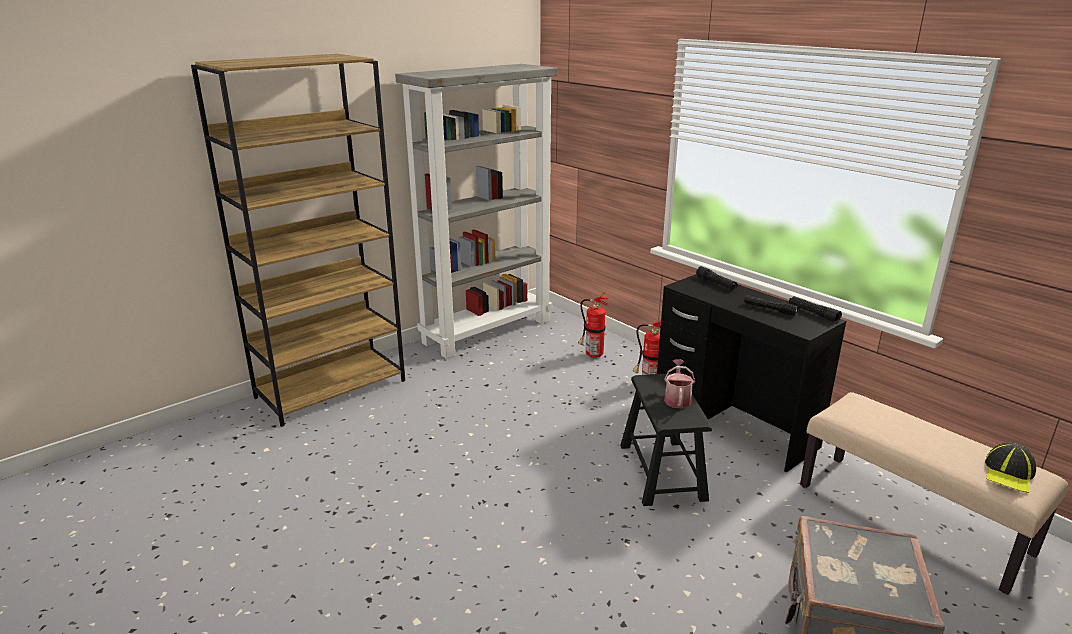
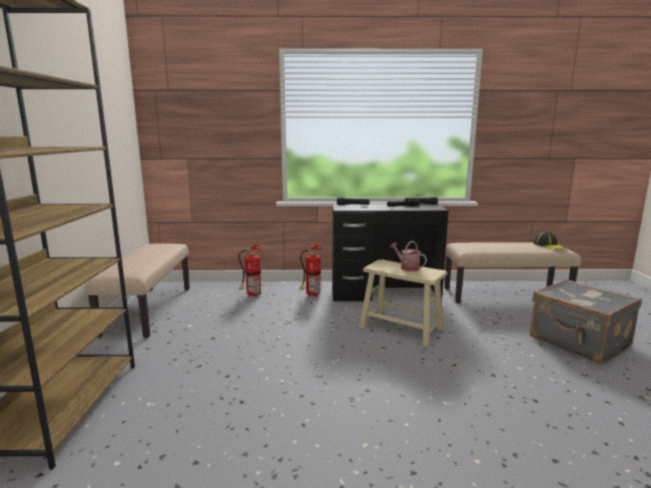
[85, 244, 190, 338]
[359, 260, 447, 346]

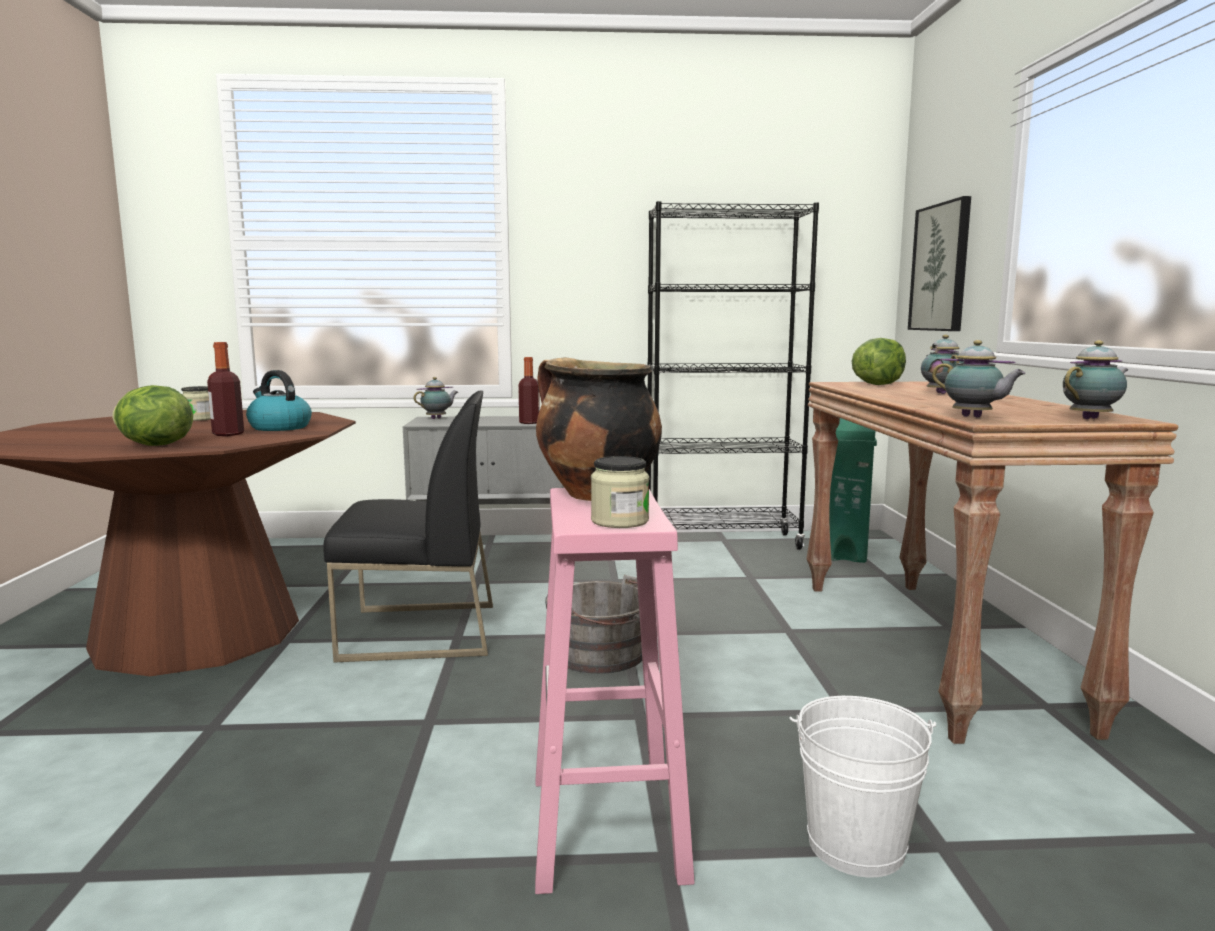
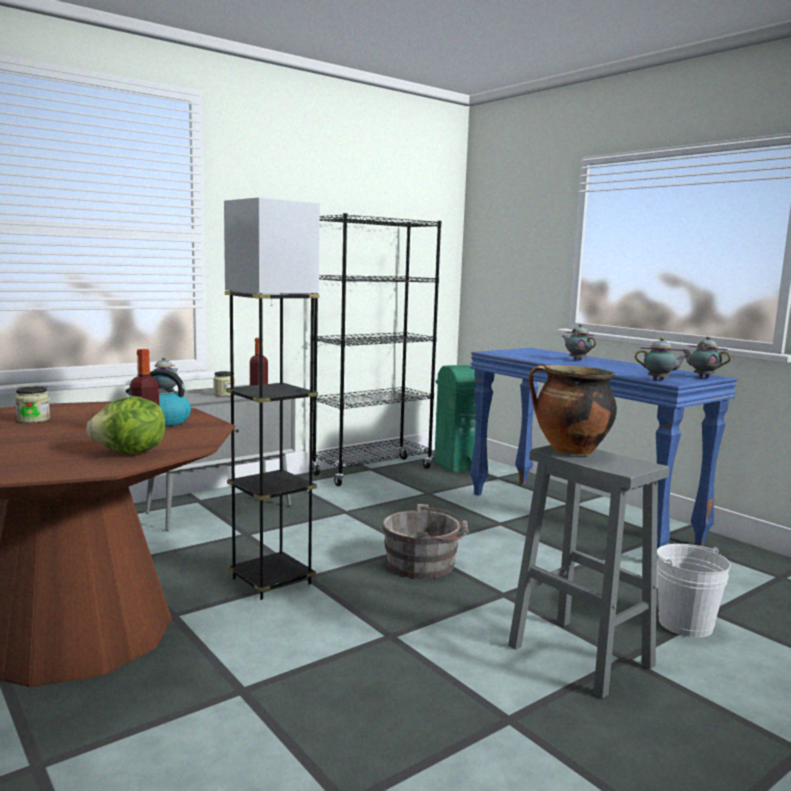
[224, 198, 320, 600]
[508, 445, 669, 698]
[213, 371, 235, 397]
[470, 348, 737, 560]
[852, 338, 906, 385] (first image)
[908, 196, 971, 331] (first image)
[682, 336, 731, 378]

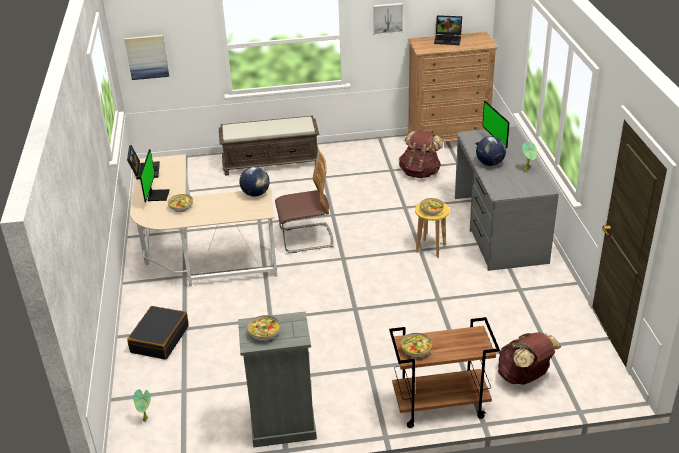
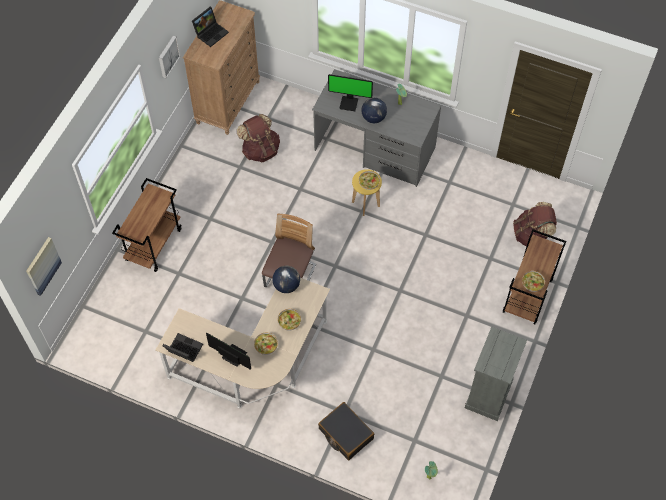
[112, 178, 182, 272]
[278, 309, 301, 331]

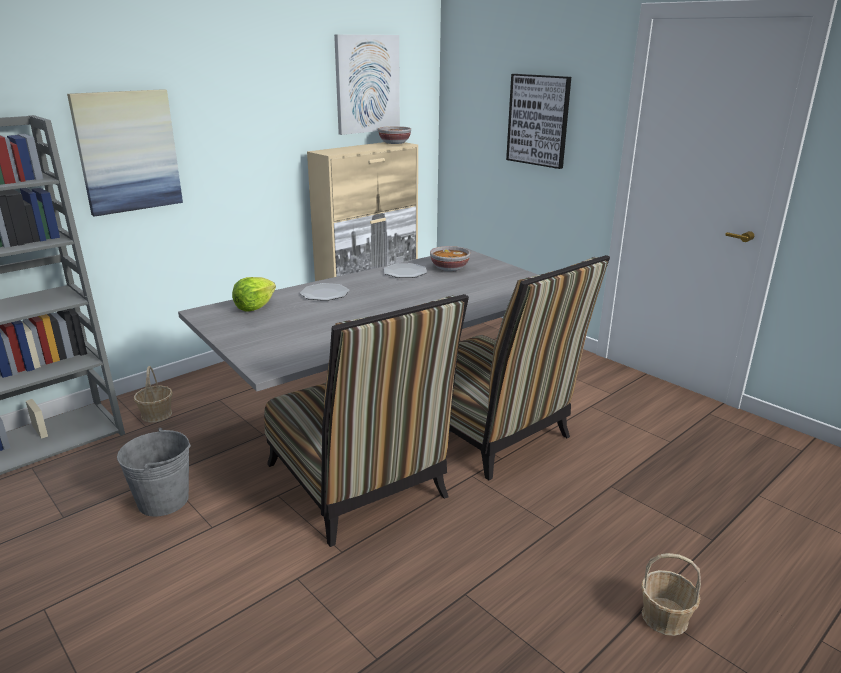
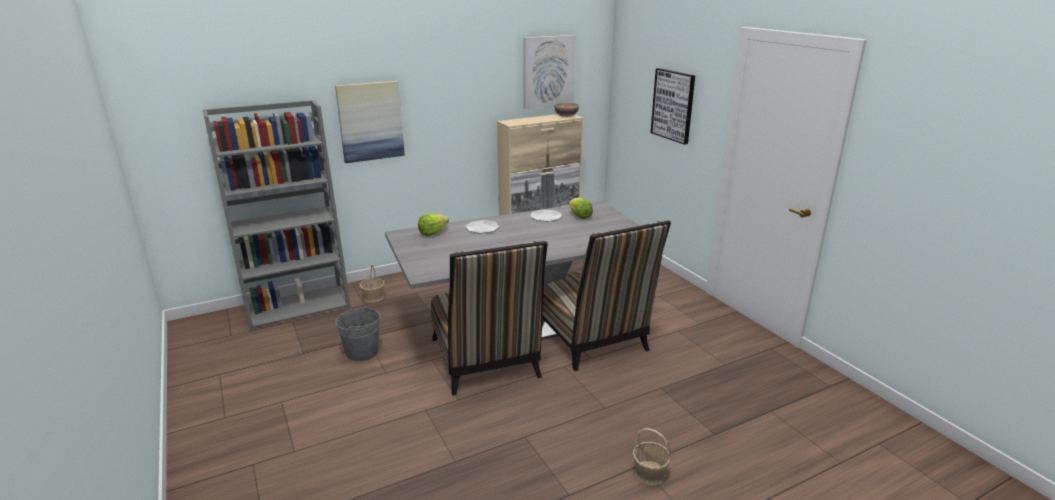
[569, 198, 593, 219]

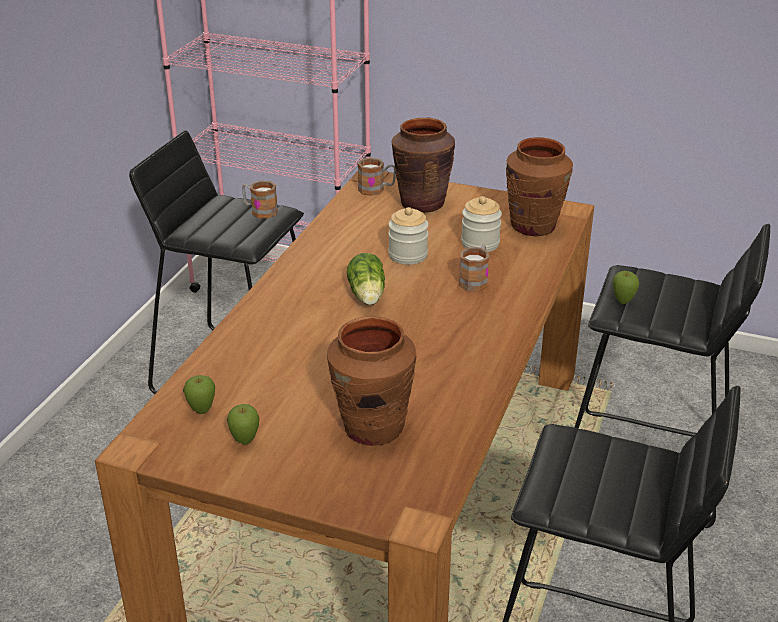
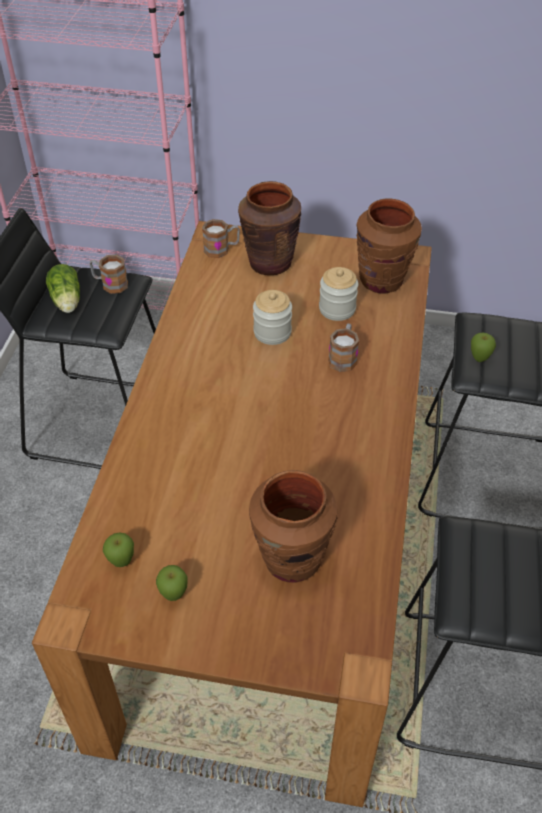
[46, 264, 80, 313]

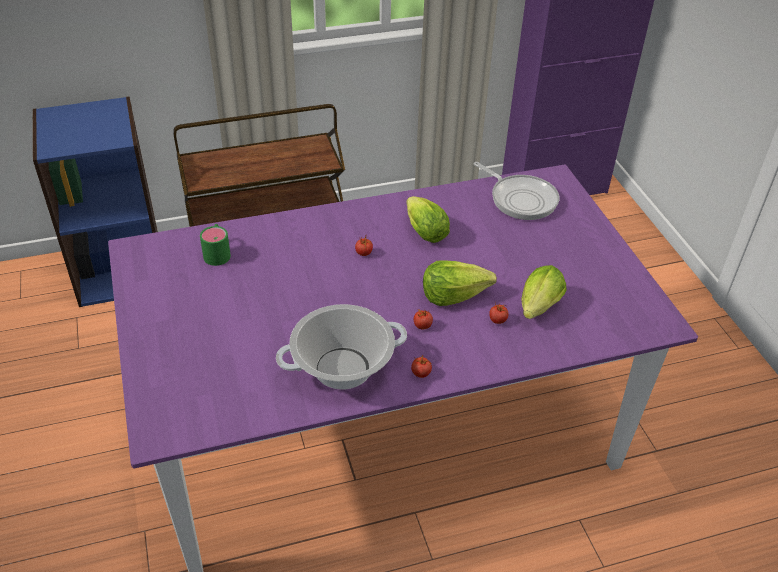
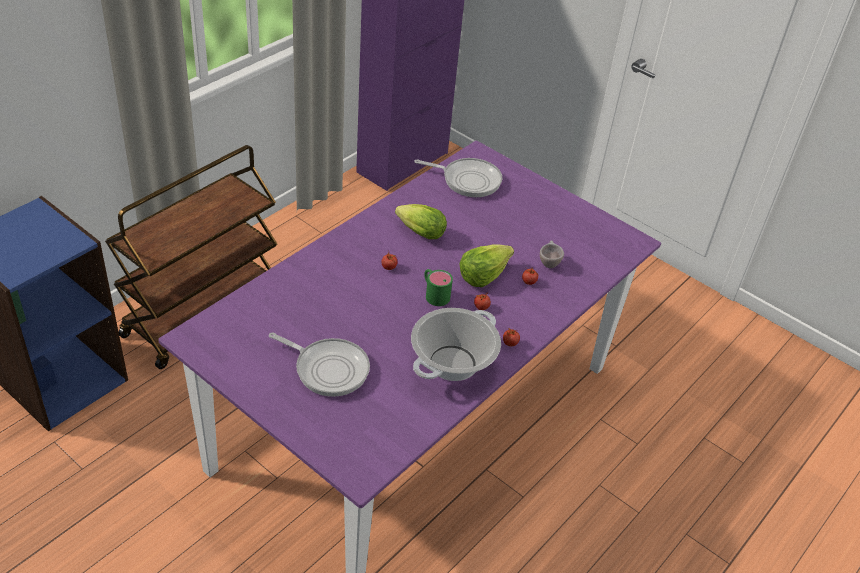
[424, 269, 453, 306]
[540, 240, 564, 268]
[269, 332, 370, 397]

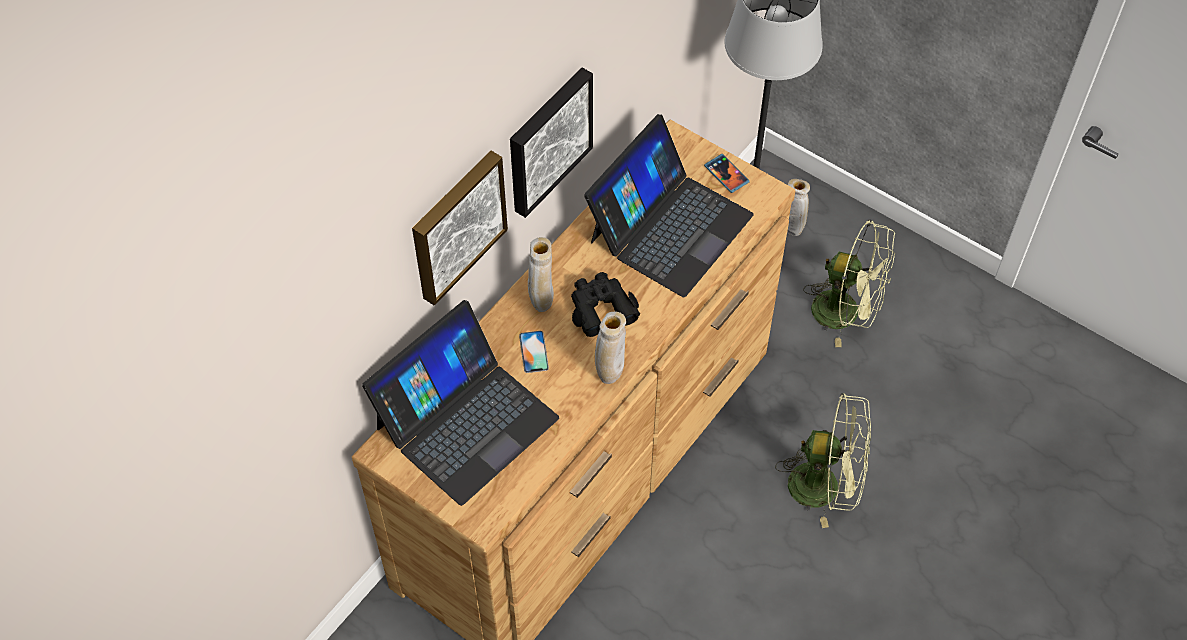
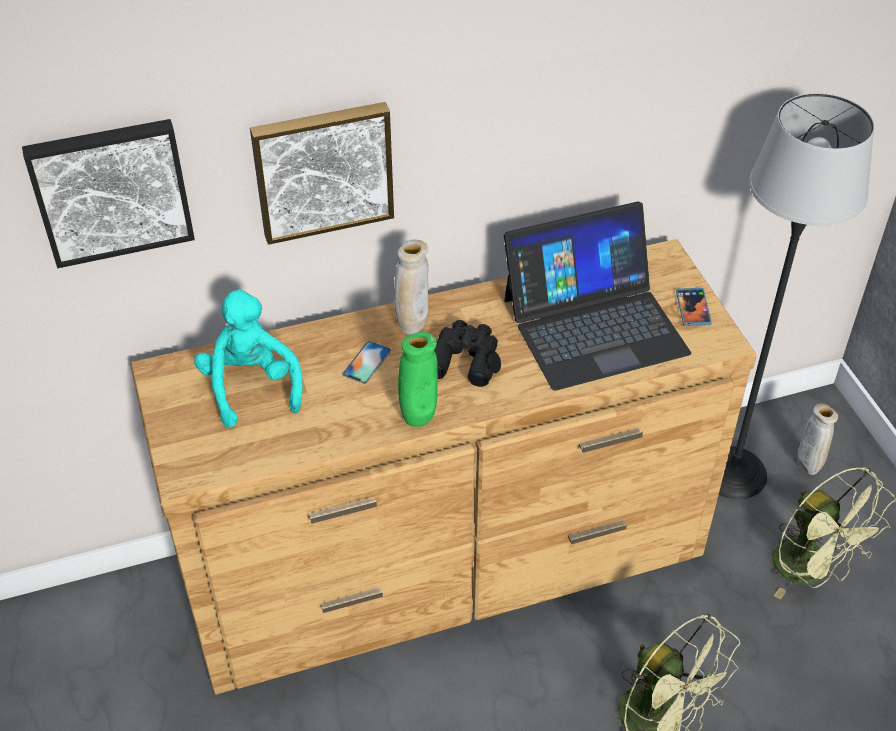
[194, 289, 303, 428]
[22, 119, 195, 268]
[398, 332, 438, 427]

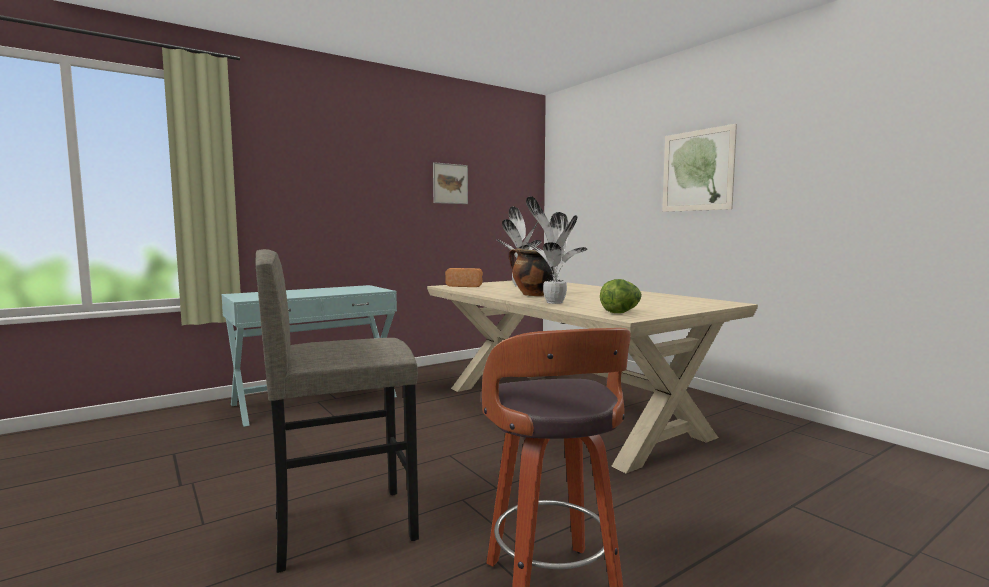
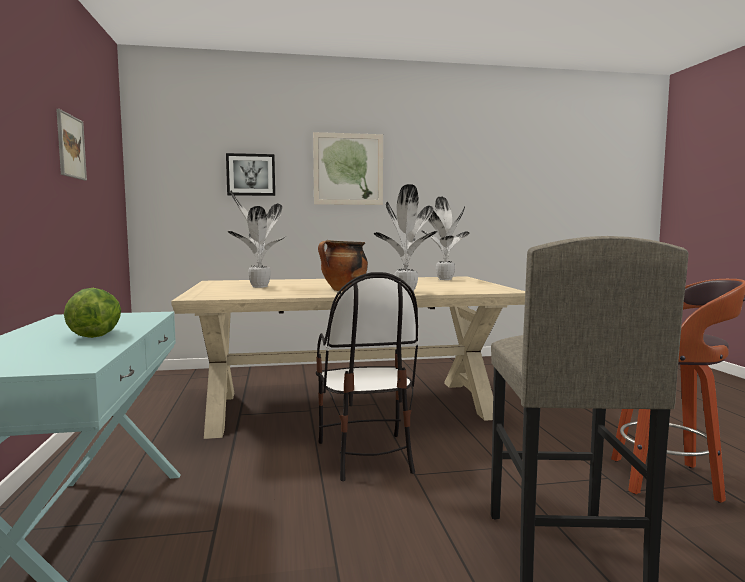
[445, 268, 483, 287] (first image)
[64, 288, 121, 338]
[226, 153, 275, 196]
[316, 272, 418, 481]
[421, 196, 469, 280]

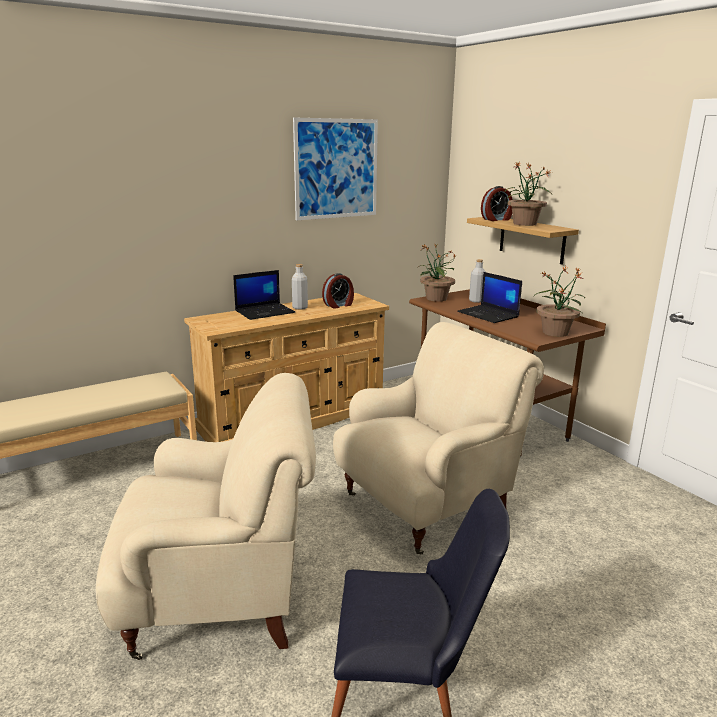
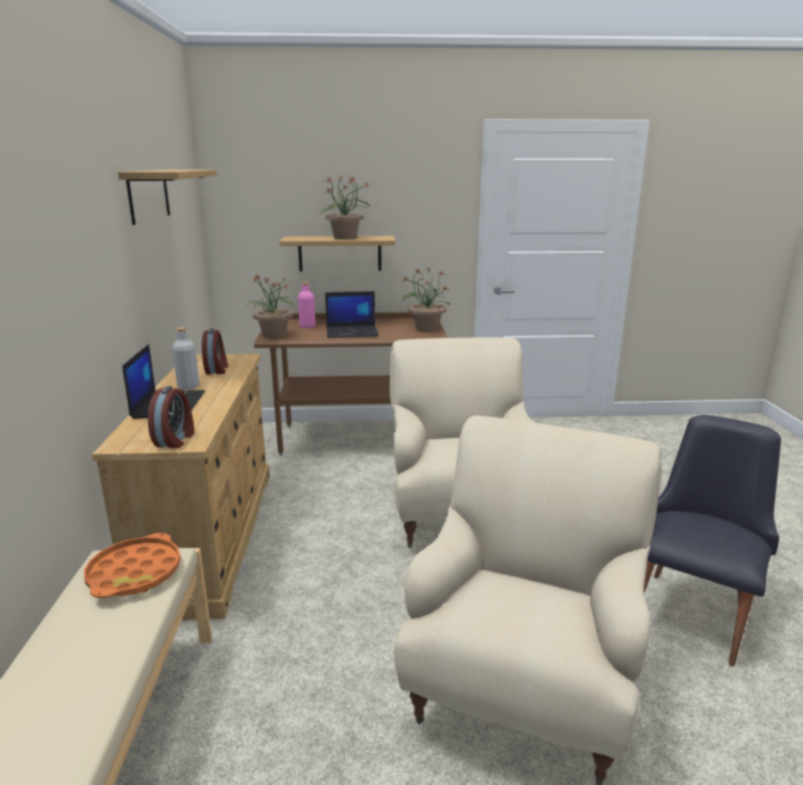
[118, 170, 217, 225]
[298, 282, 316, 328]
[148, 386, 194, 448]
[84, 533, 181, 598]

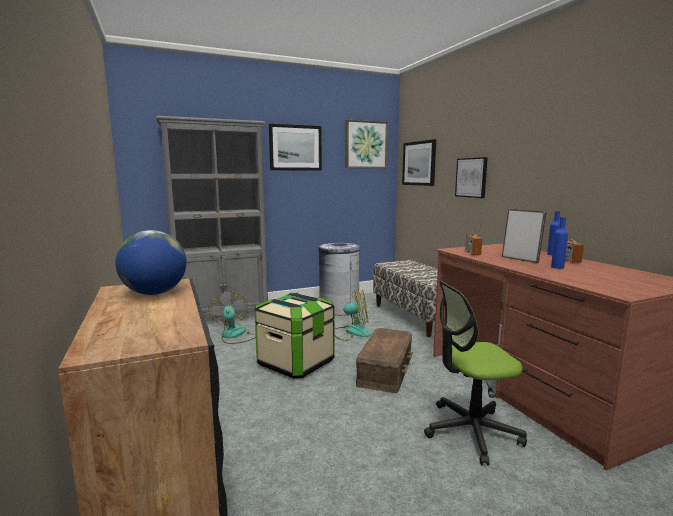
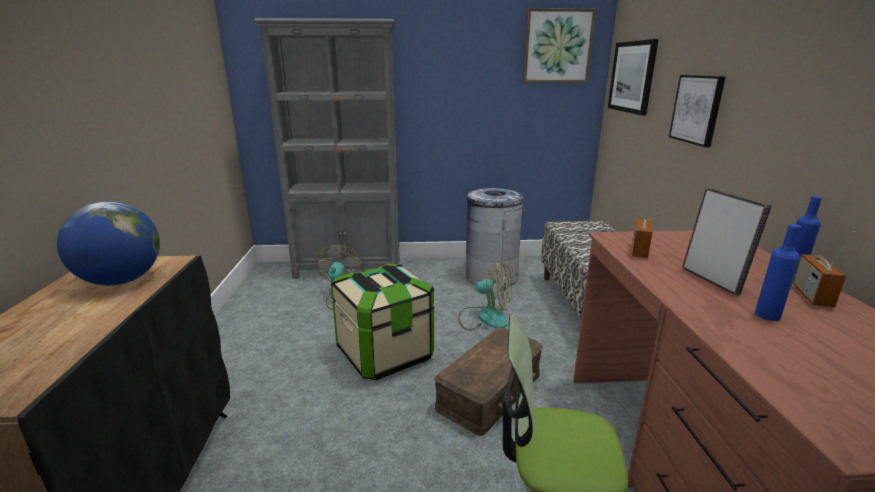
[269, 124, 322, 171] (first image)

